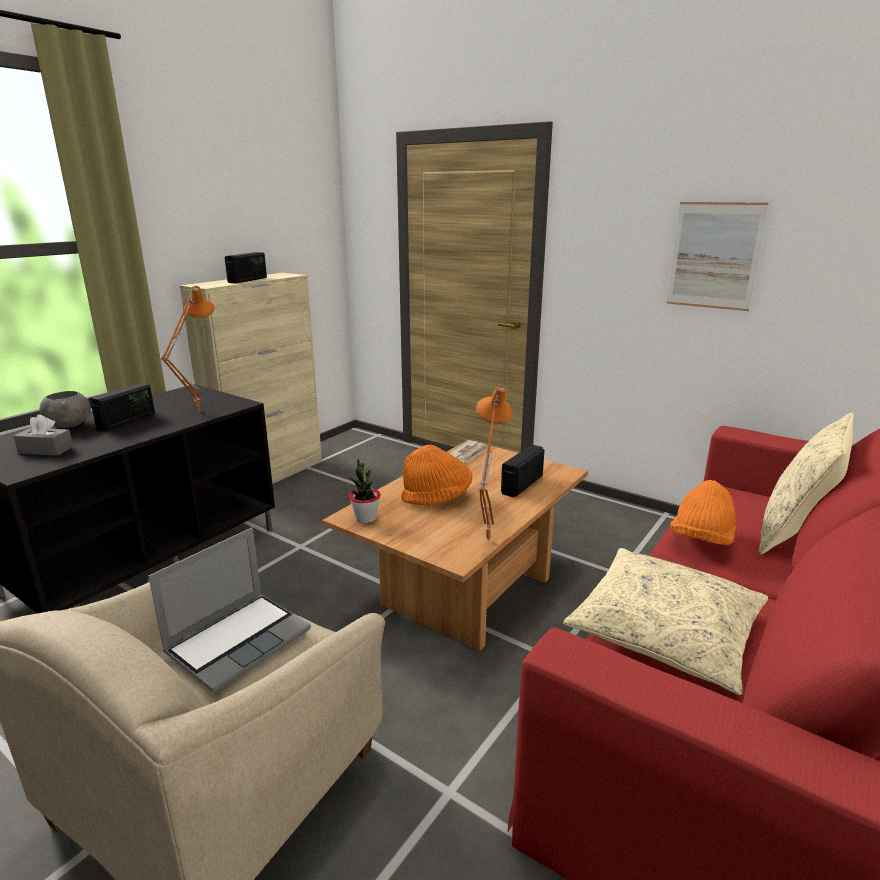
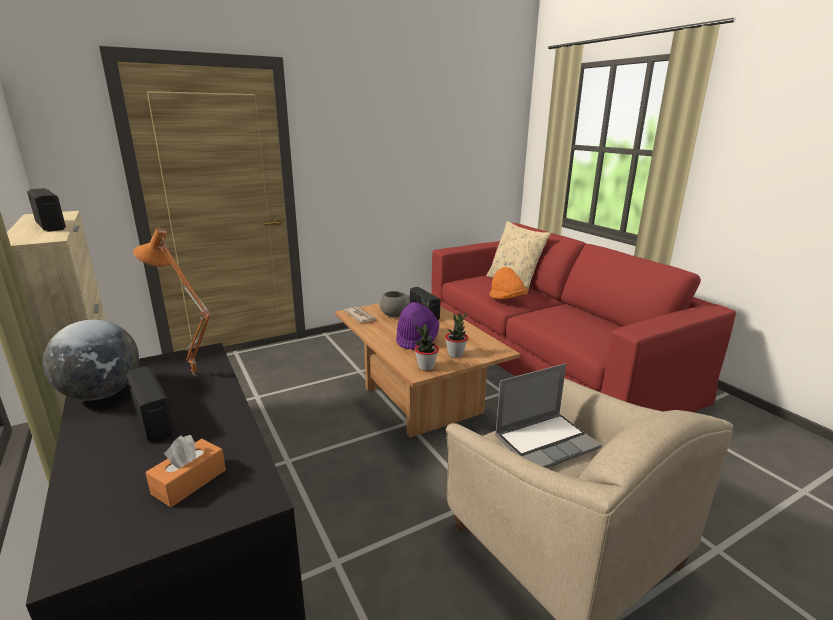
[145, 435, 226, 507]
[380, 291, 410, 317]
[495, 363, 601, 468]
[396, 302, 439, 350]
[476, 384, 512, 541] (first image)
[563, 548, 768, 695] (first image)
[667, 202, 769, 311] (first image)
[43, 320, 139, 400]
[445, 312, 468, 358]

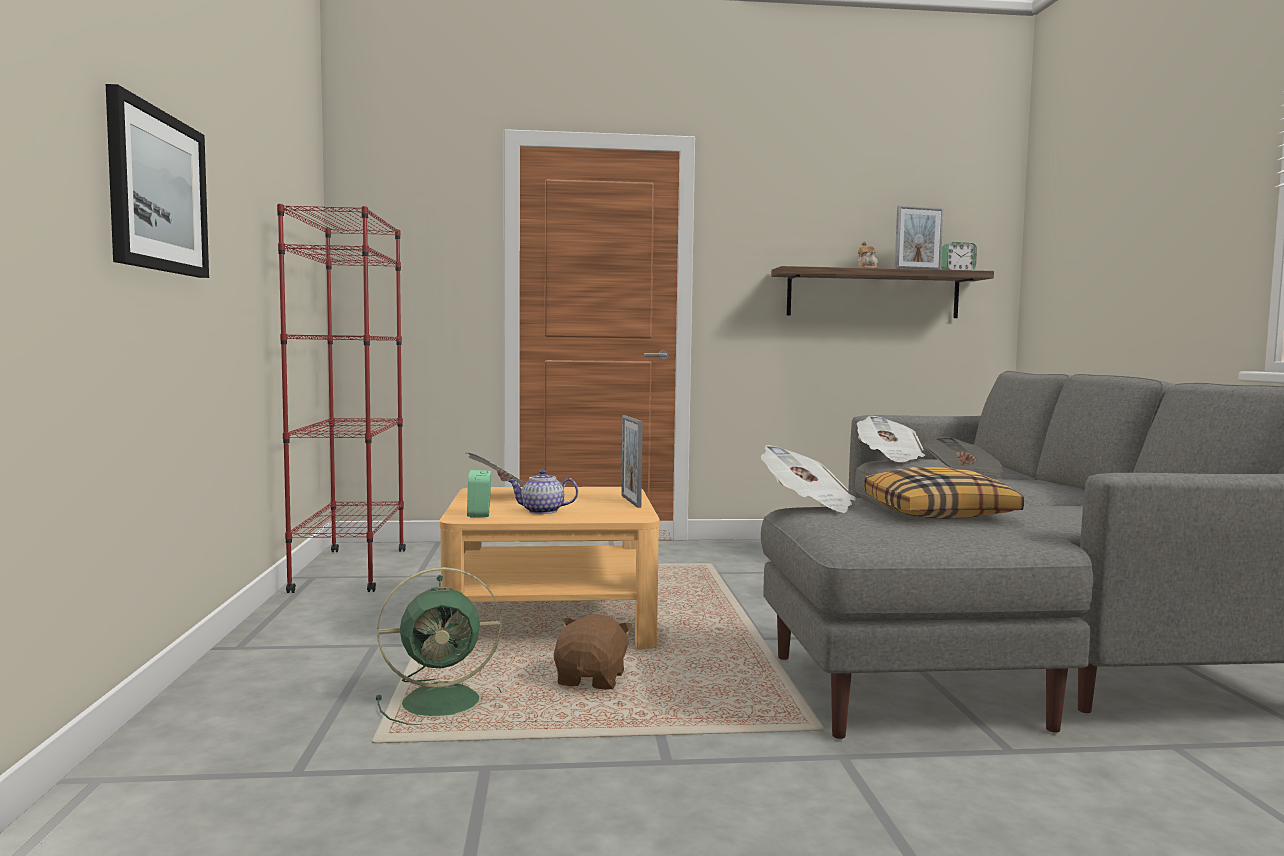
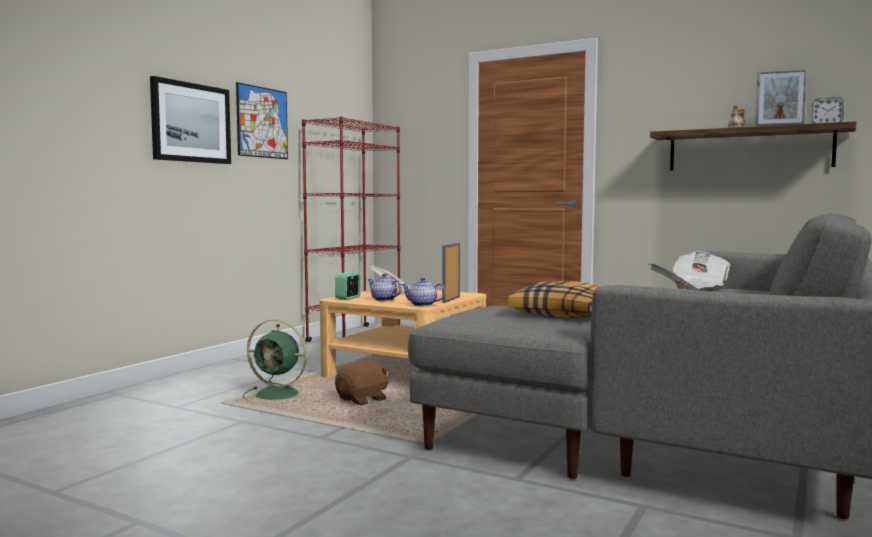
[761, 445, 856, 513] (first image)
[236, 82, 288, 159]
[401, 278, 446, 306]

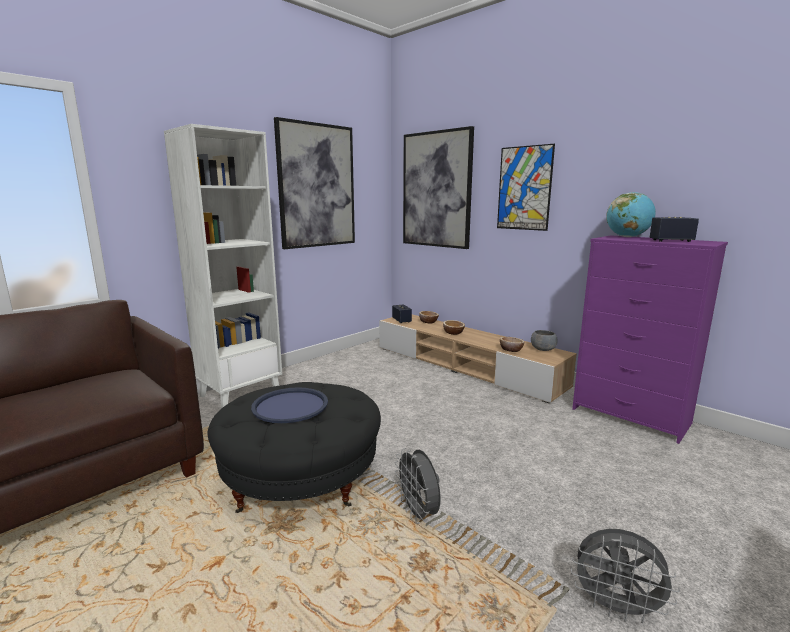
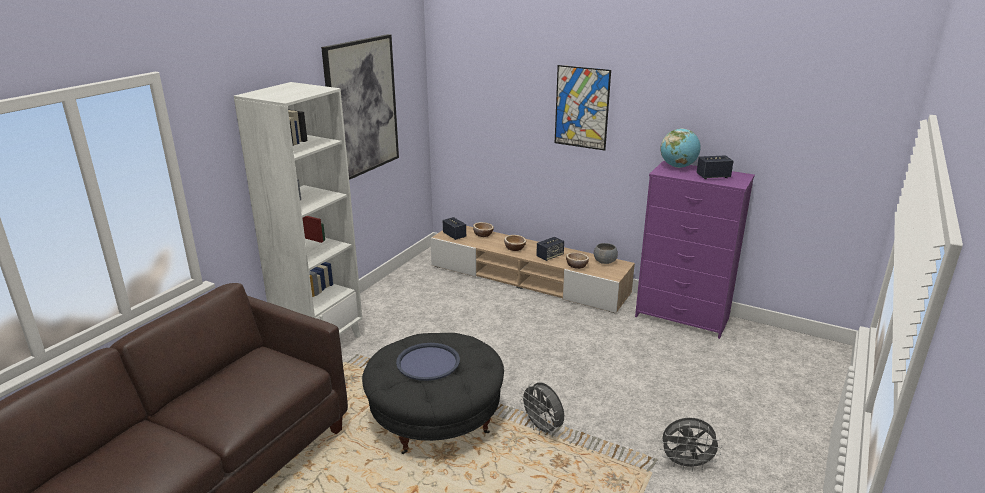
[403, 126, 474, 249] (first image)
[536, 237, 564, 261]

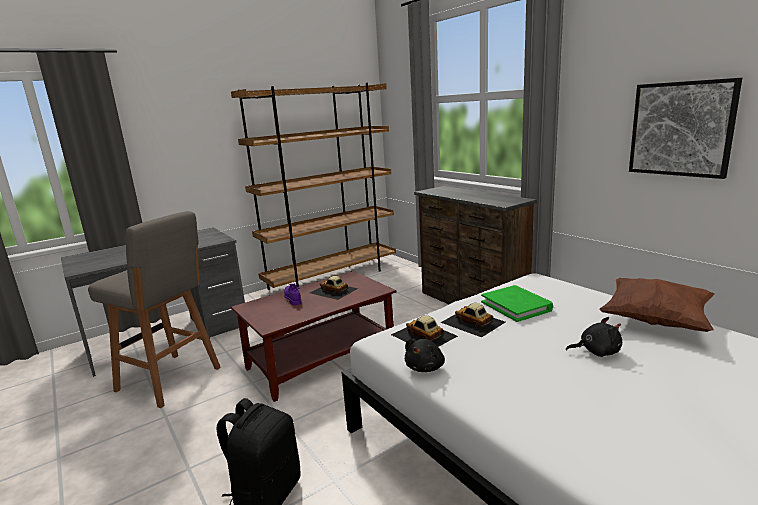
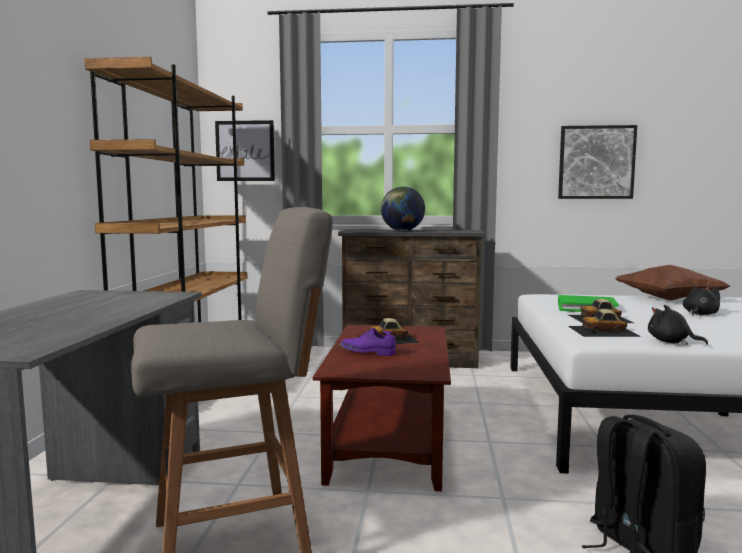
[648, 305, 708, 345]
[215, 120, 275, 181]
[381, 187, 425, 231]

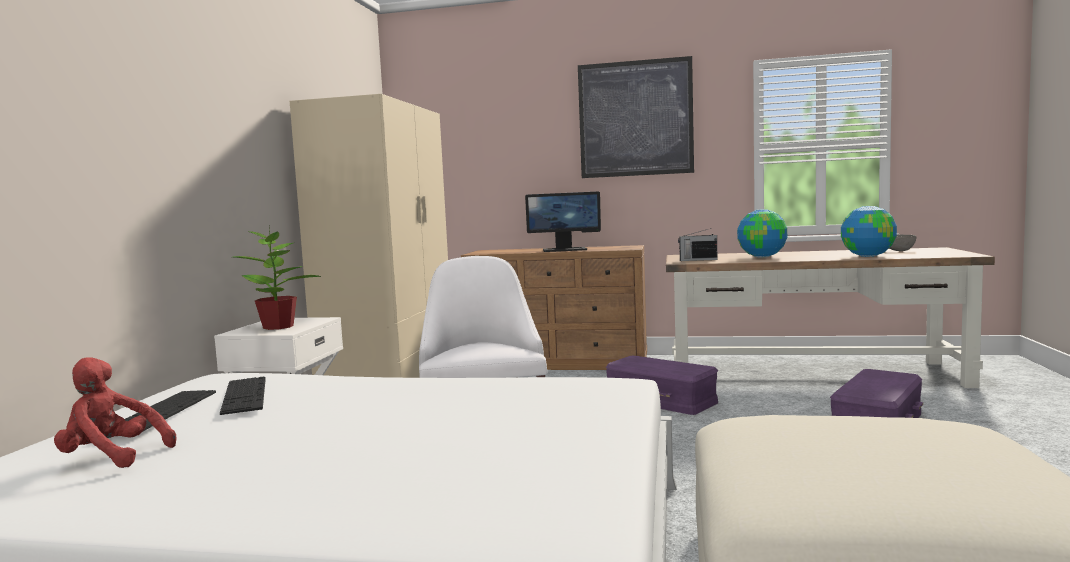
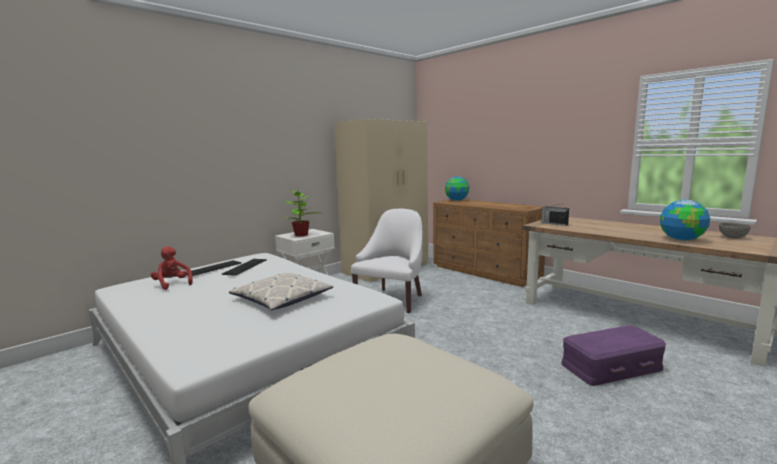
[525, 191, 601, 252] (first image)
[578, 56, 694, 178] (first image)
[605, 356, 718, 415] (first image)
[445, 177, 469, 201]
[229, 273, 334, 310]

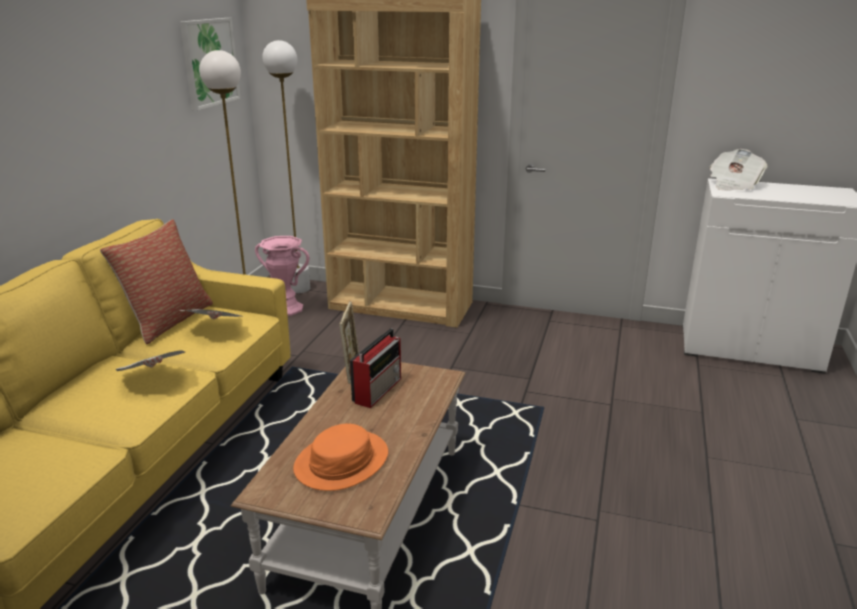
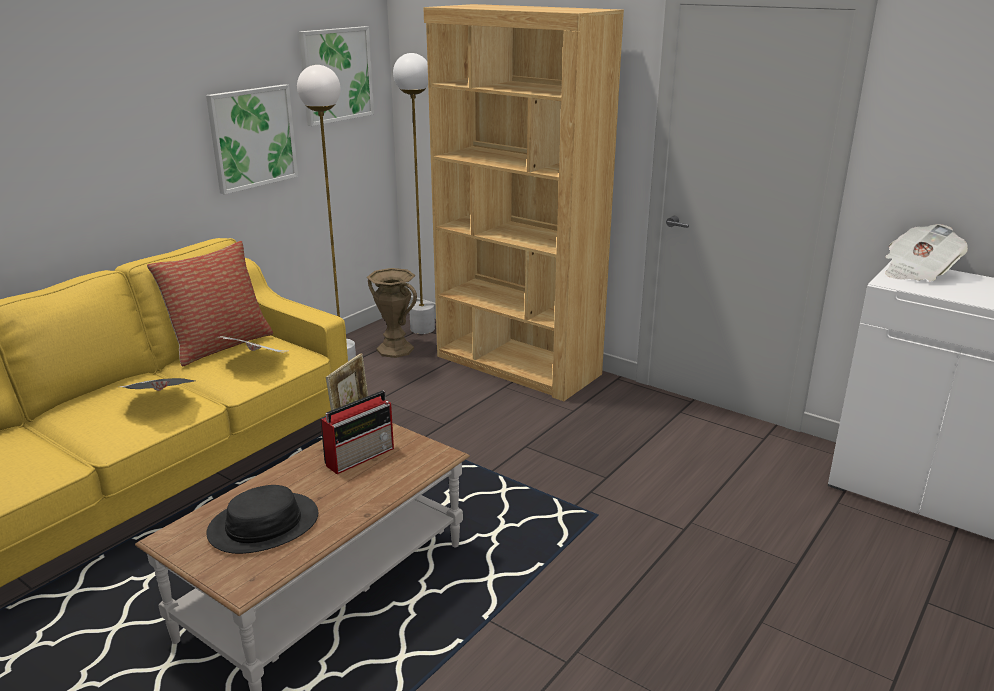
[367, 268, 417, 358]
[206, 485, 318, 554]
[206, 84, 298, 194]

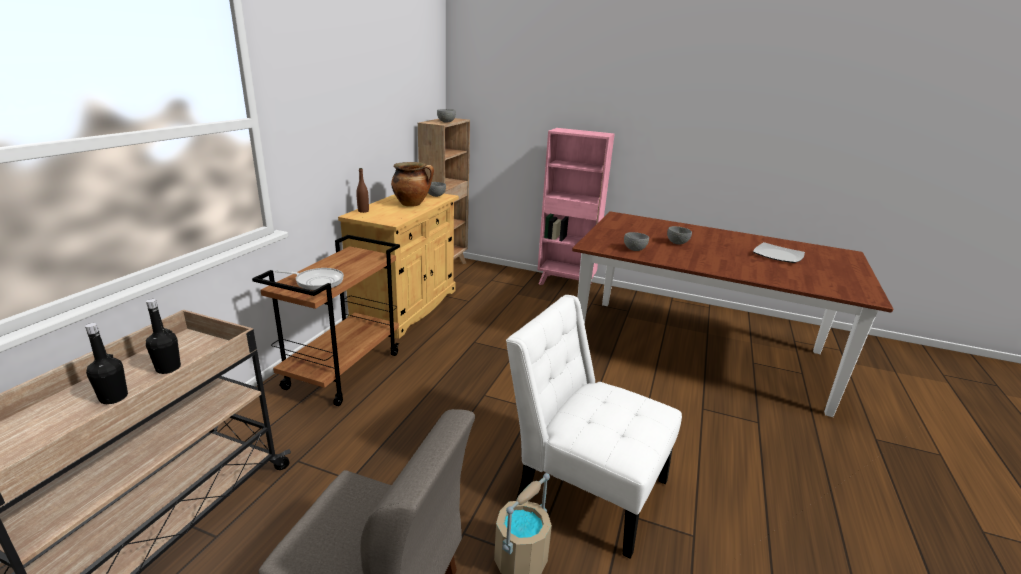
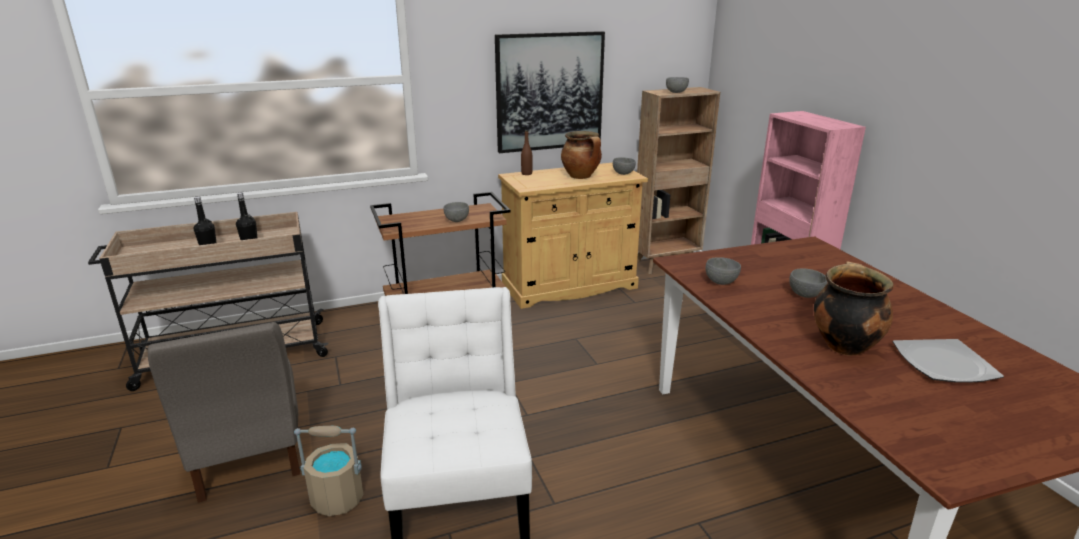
[274, 268, 344, 290] (first image)
[443, 202, 469, 222]
[495, 31, 605, 153]
[814, 261, 893, 355]

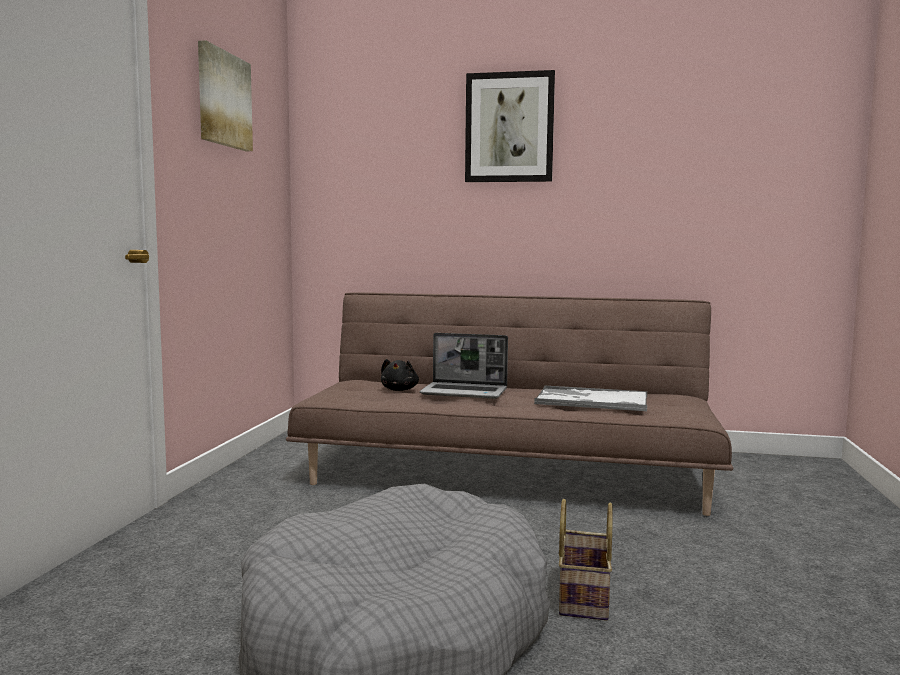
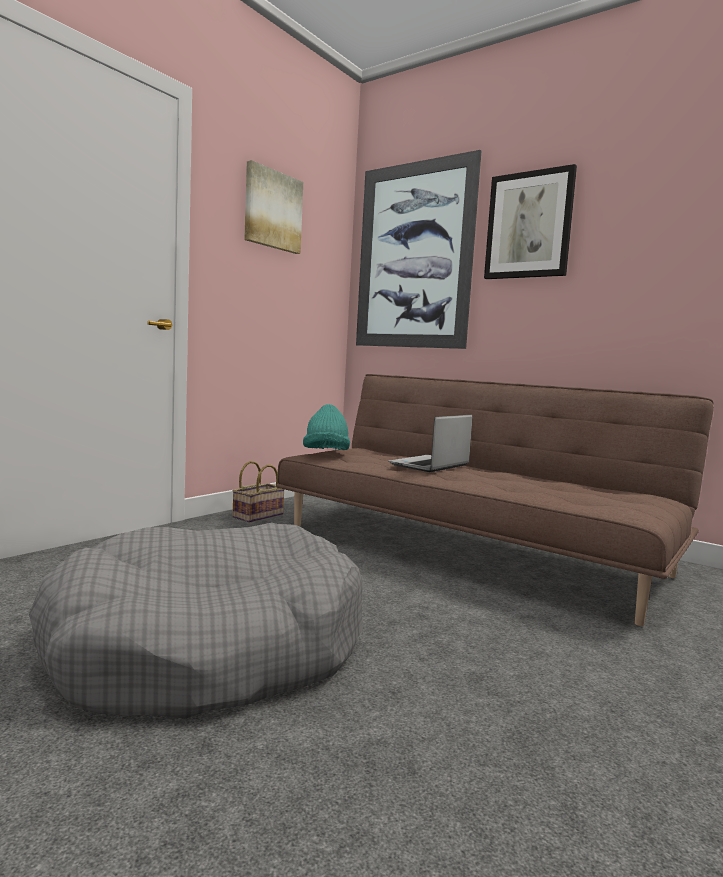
[381, 359, 419, 391] (first image)
[388, 415, 473, 472]
[534, 386, 647, 411] (first image)
[232, 461, 284, 522]
[303, 404, 350, 450]
[356, 150, 481, 349]

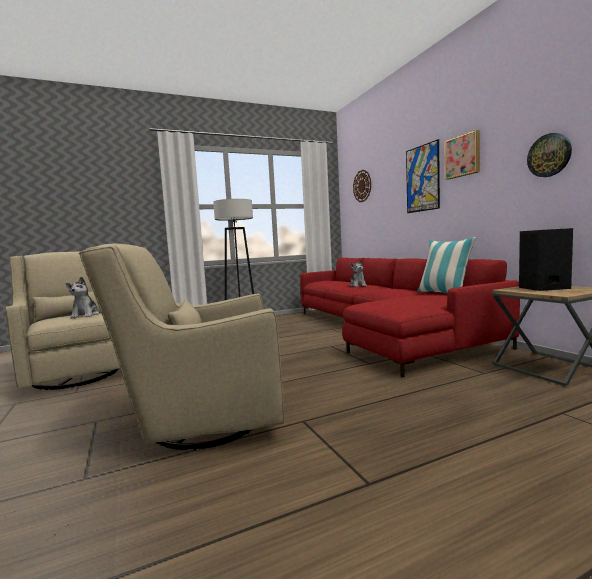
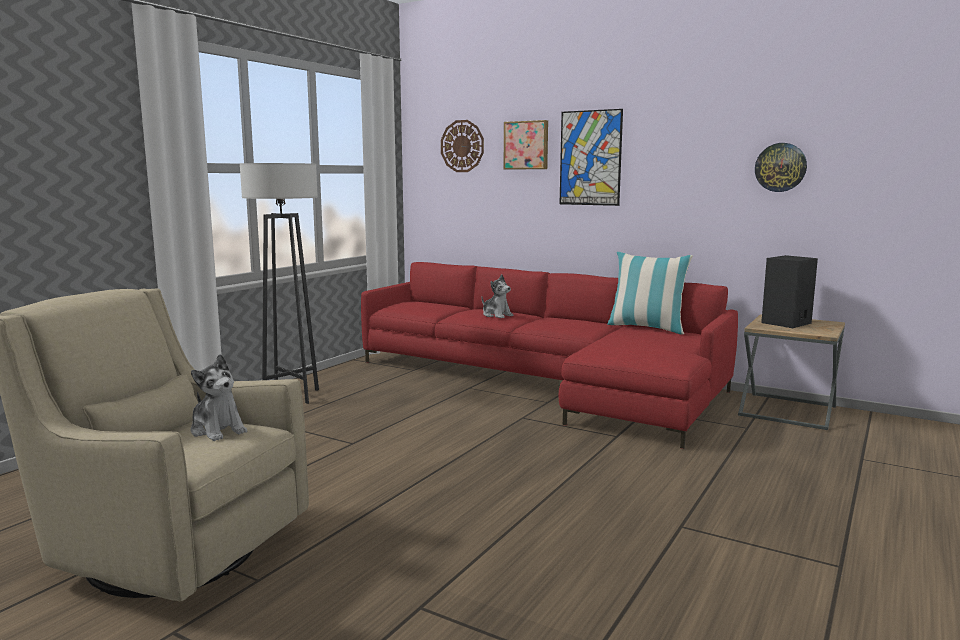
[79, 244, 284, 450] (first image)
[504, 120, 548, 169]

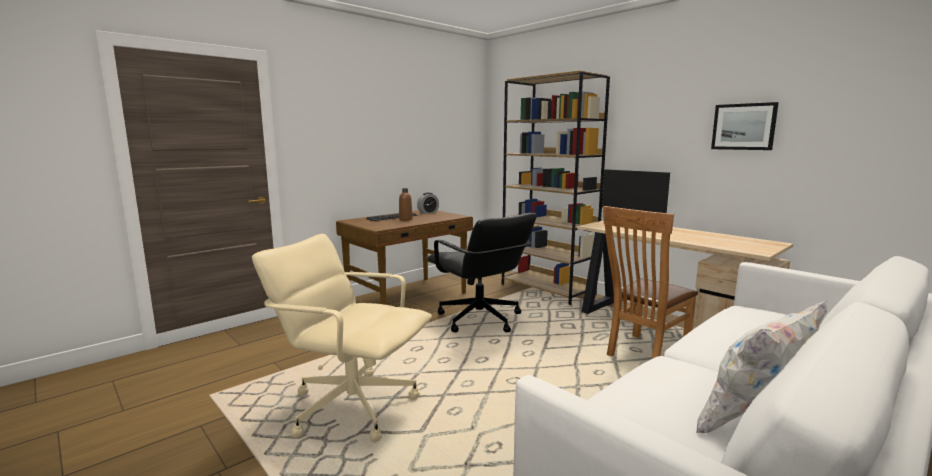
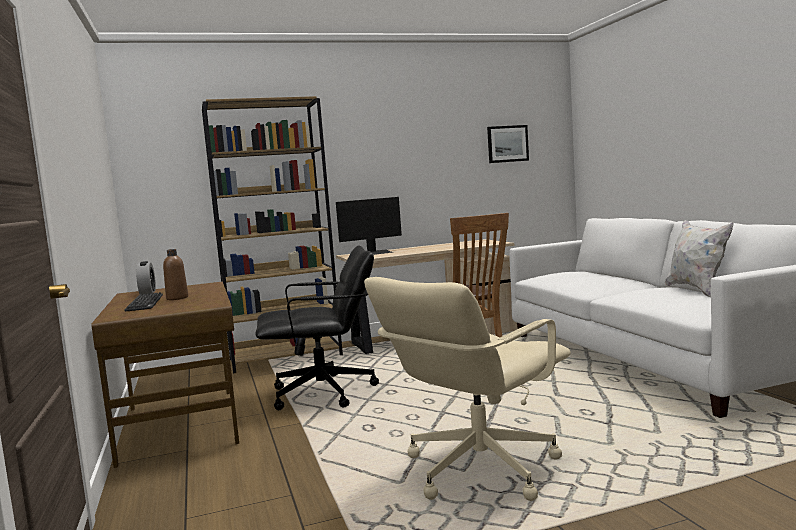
[487, 125, 529, 163]

